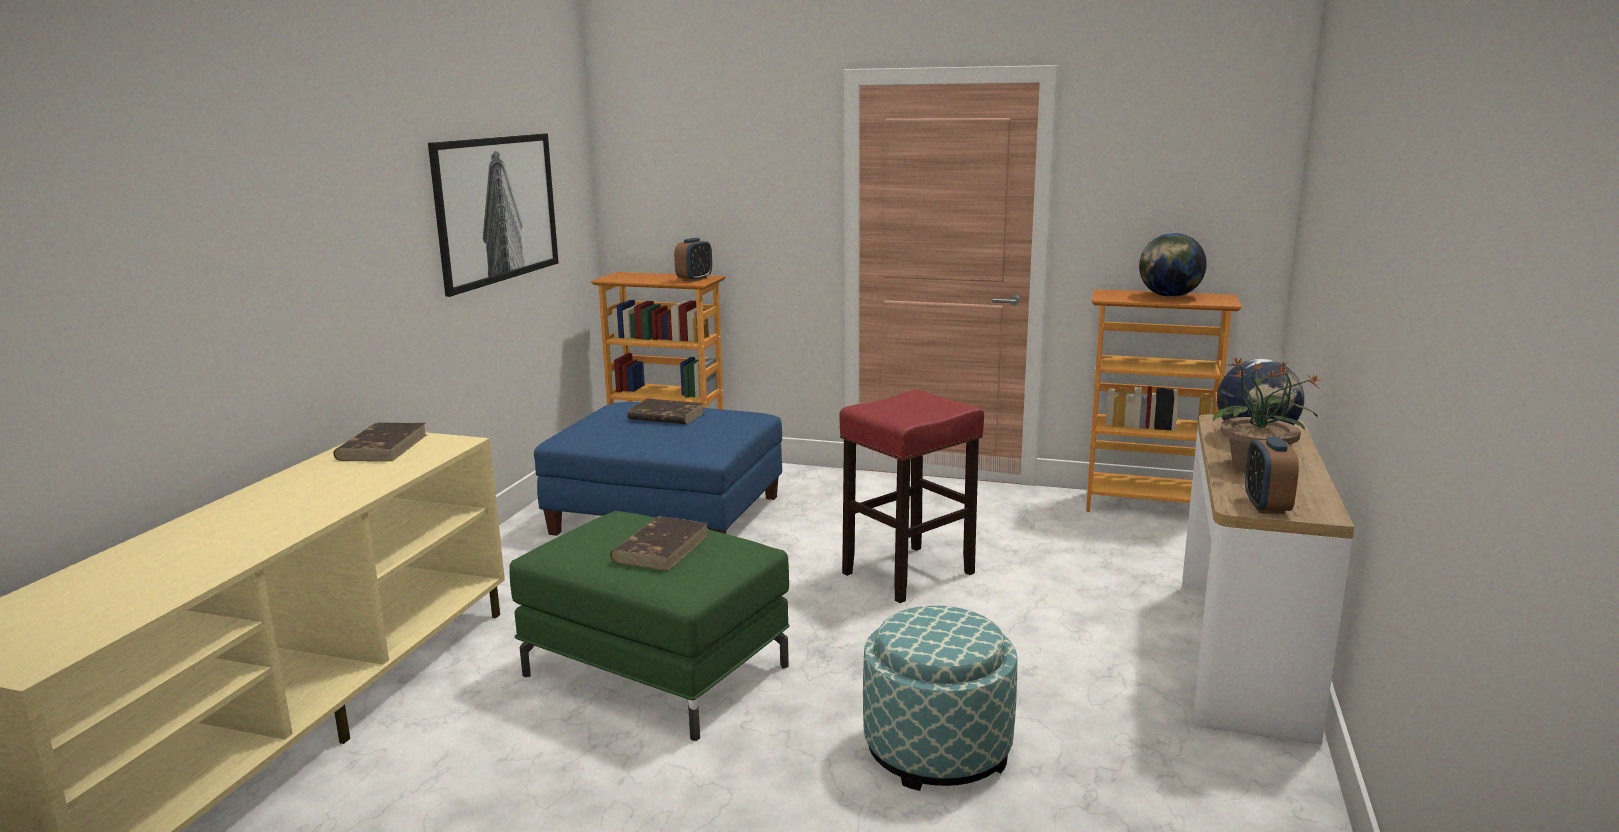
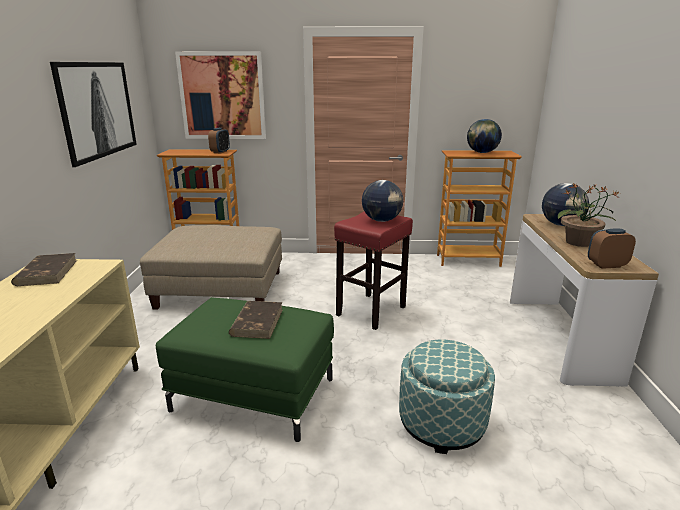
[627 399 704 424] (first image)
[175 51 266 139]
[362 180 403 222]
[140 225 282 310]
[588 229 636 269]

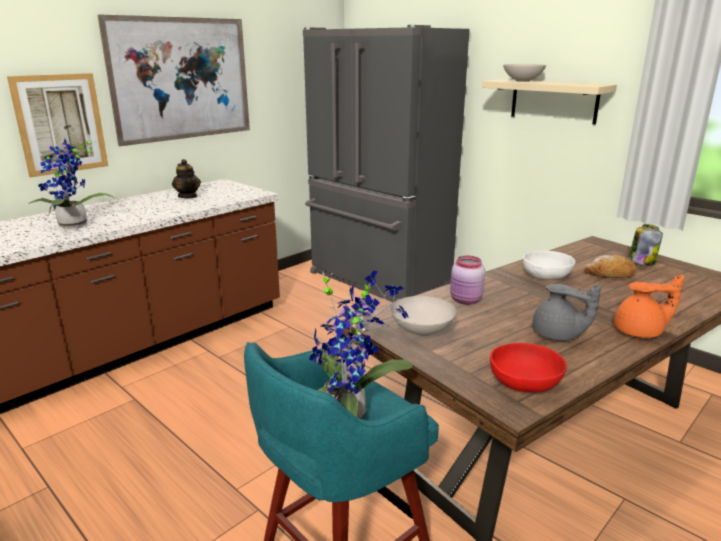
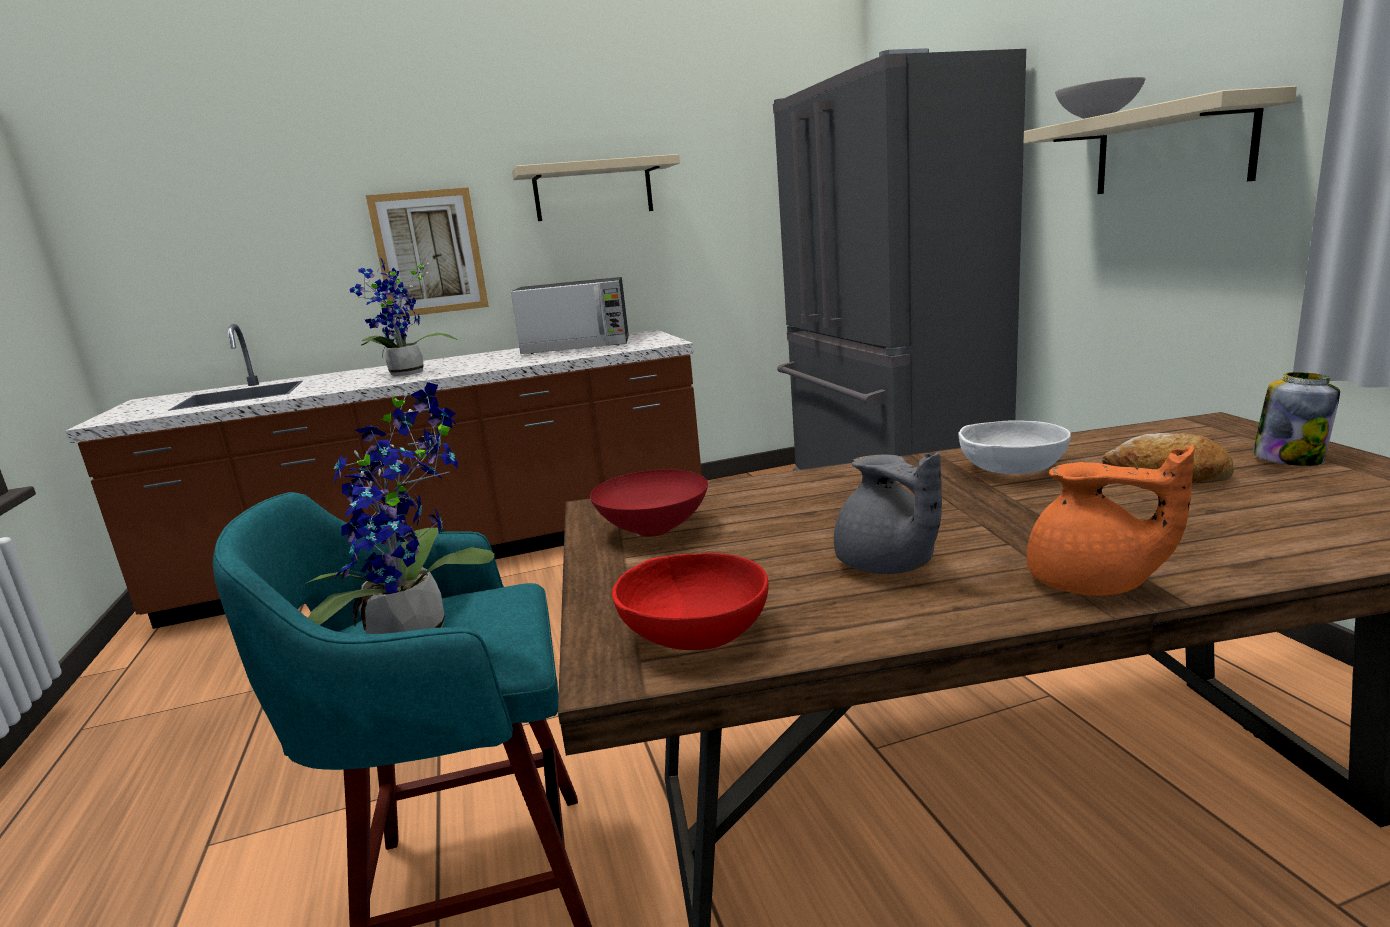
[450 255 485 305] (first image)
[512 154 680 221]
[510 277 629 354]
[590 469 708 537]

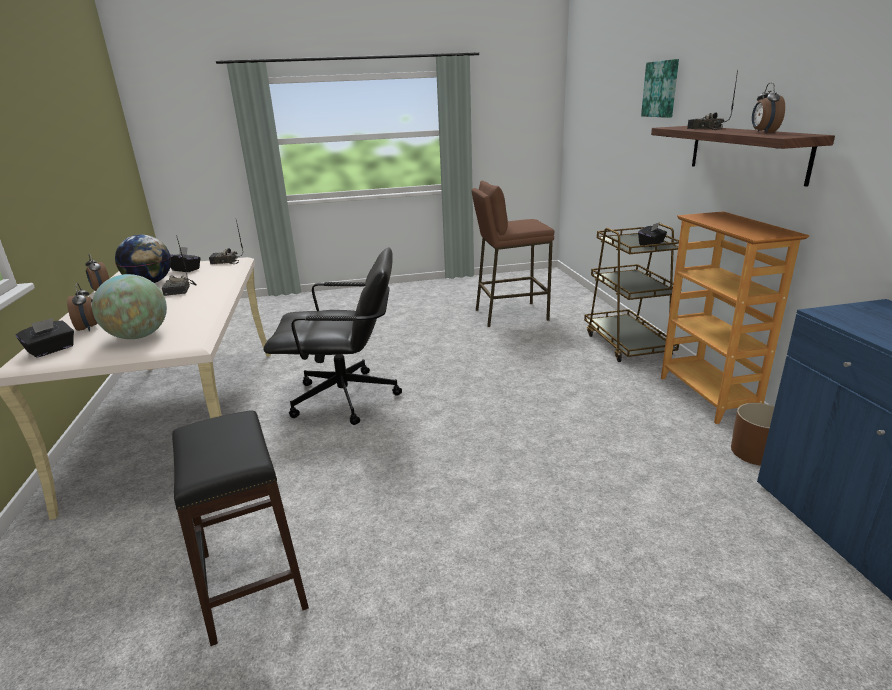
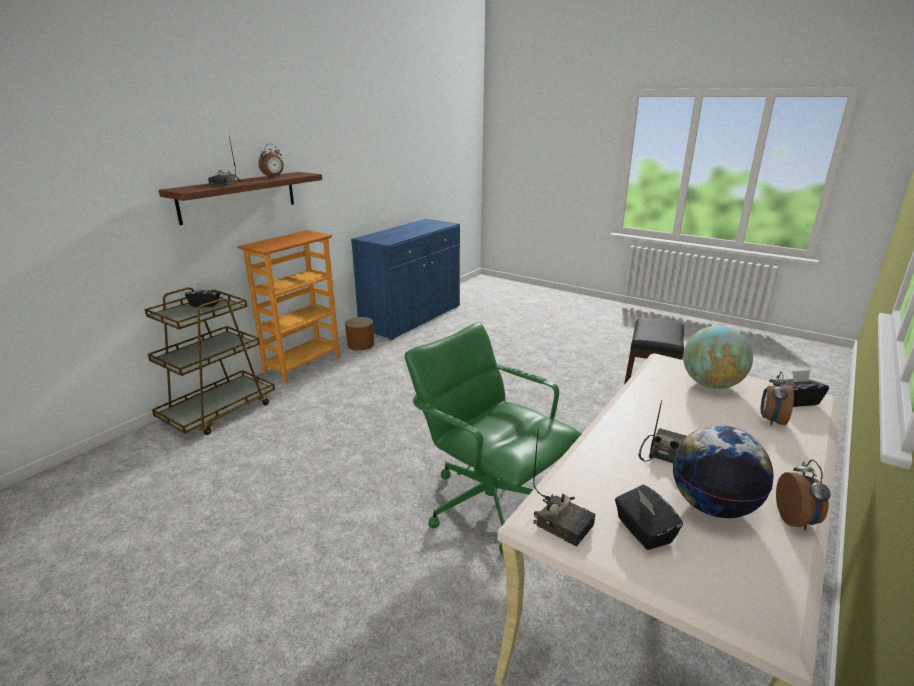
[471 181 554 327] (first image)
[641 59 679 118] (first image)
[405 322 582 555]

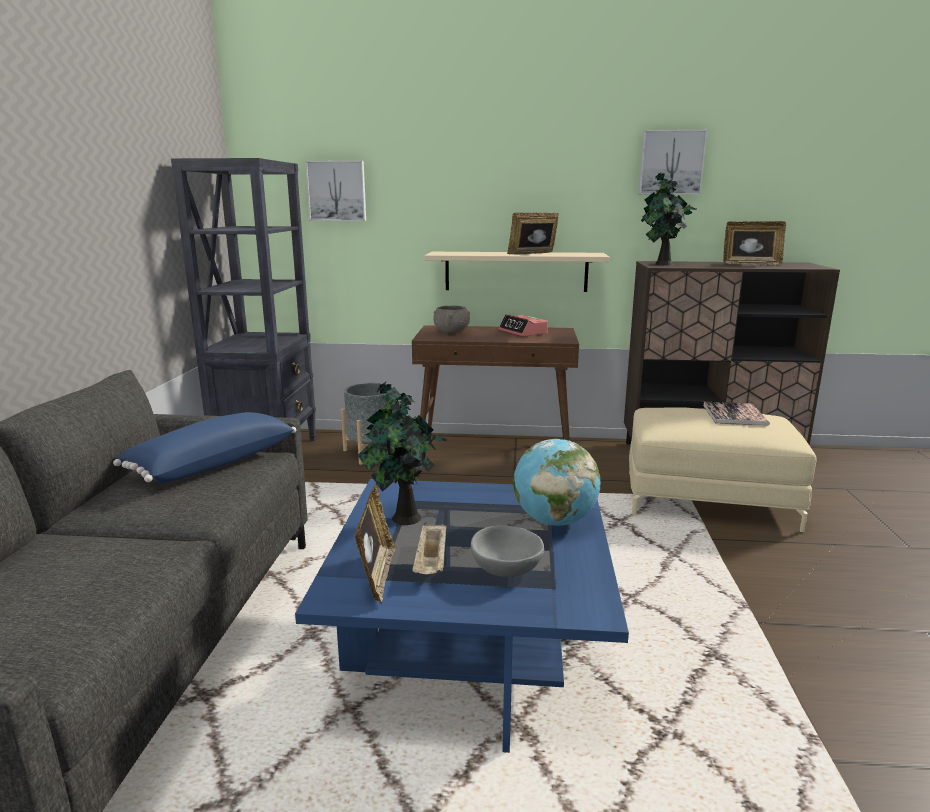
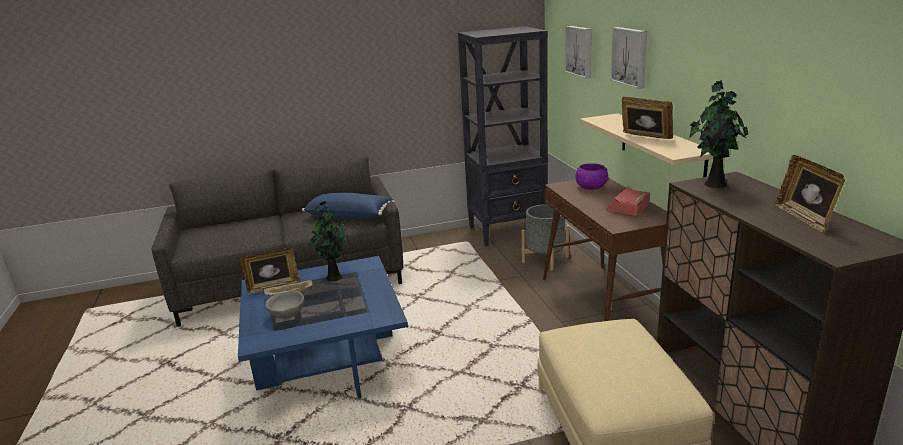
[513 439 601 526] (first image)
[703 402 770 426] (first image)
[610 27 647 89]
[575 163 609 190]

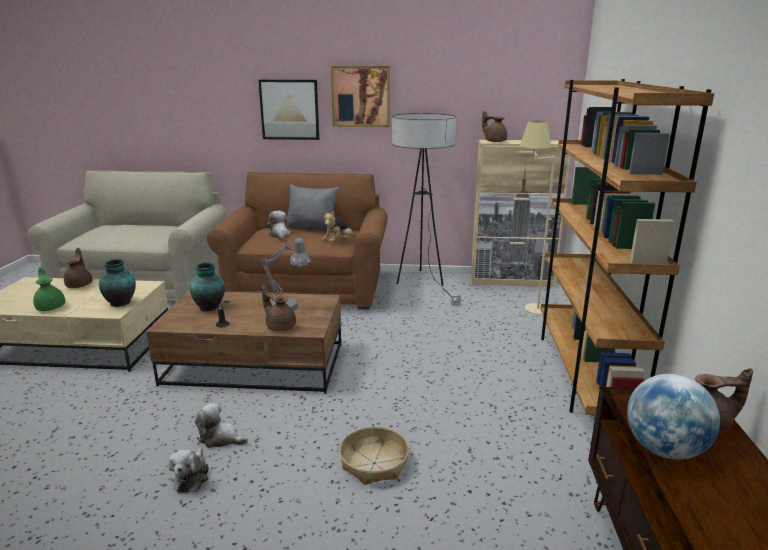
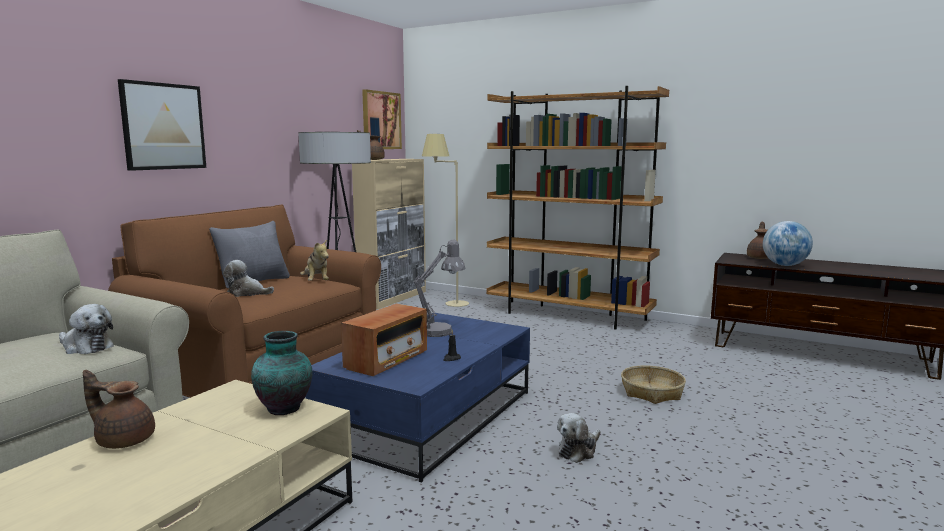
[33 267 65 311] (first image)
[262 285 296 331] (first image)
[59 304 114 354]
[362 89 402 149]
[341 303 427 376]
[306 313 530 483]

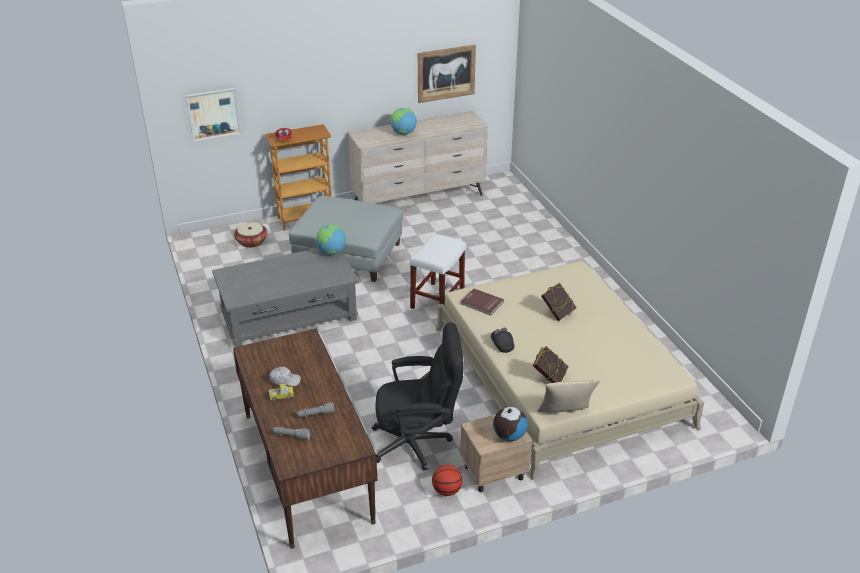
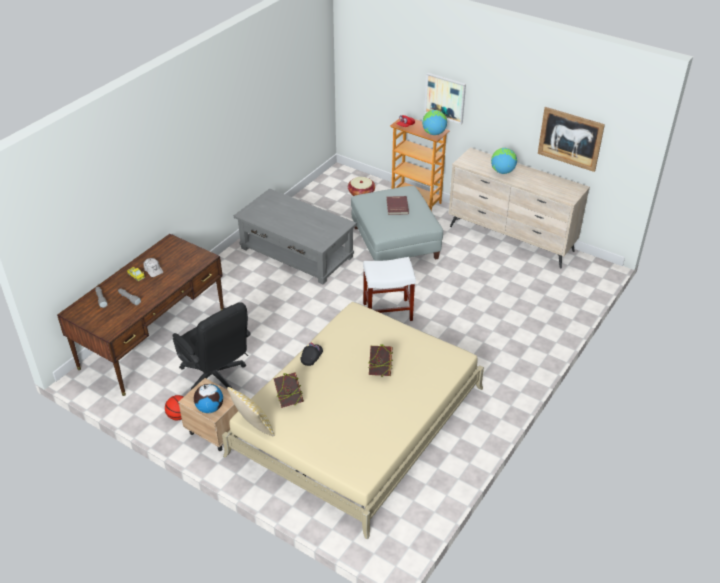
[424 73 466 124]
[422 110 447 135]
[386 196 409 215]

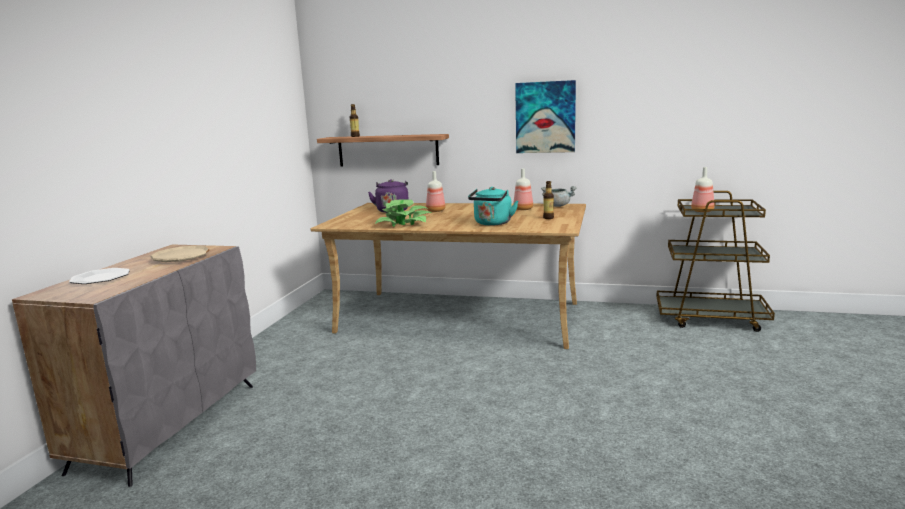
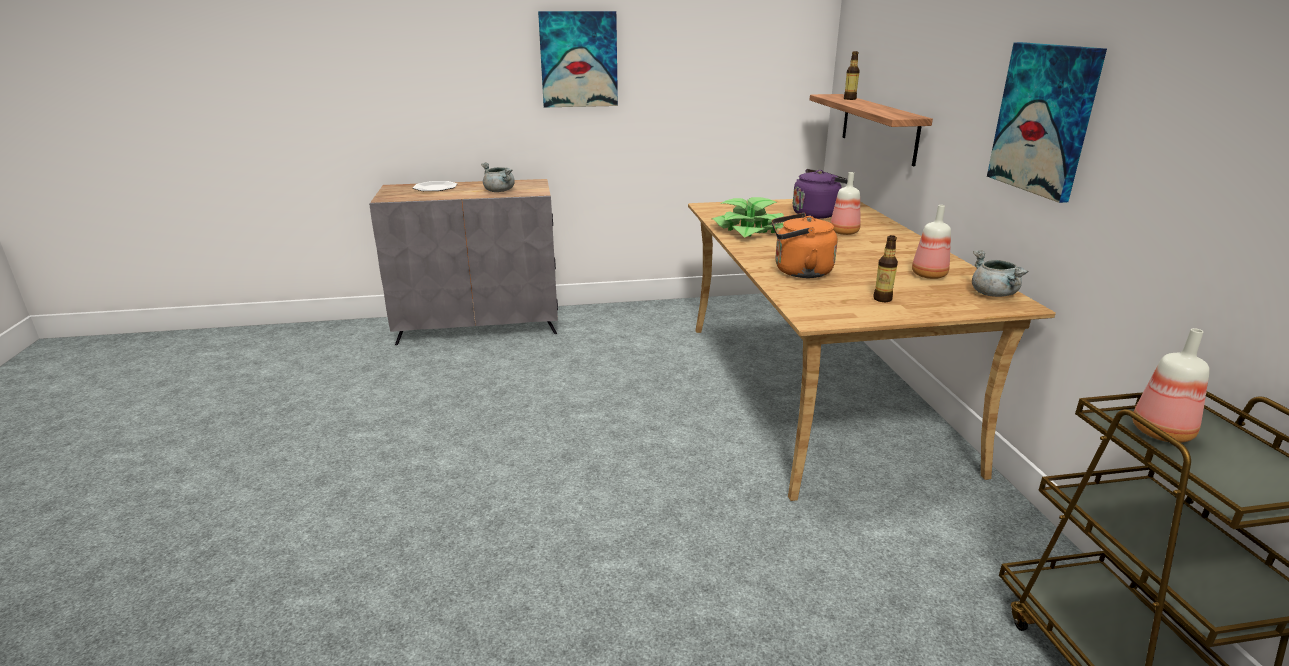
[538 11 618 107]
[481 162 515 192]
[772 213 837 278]

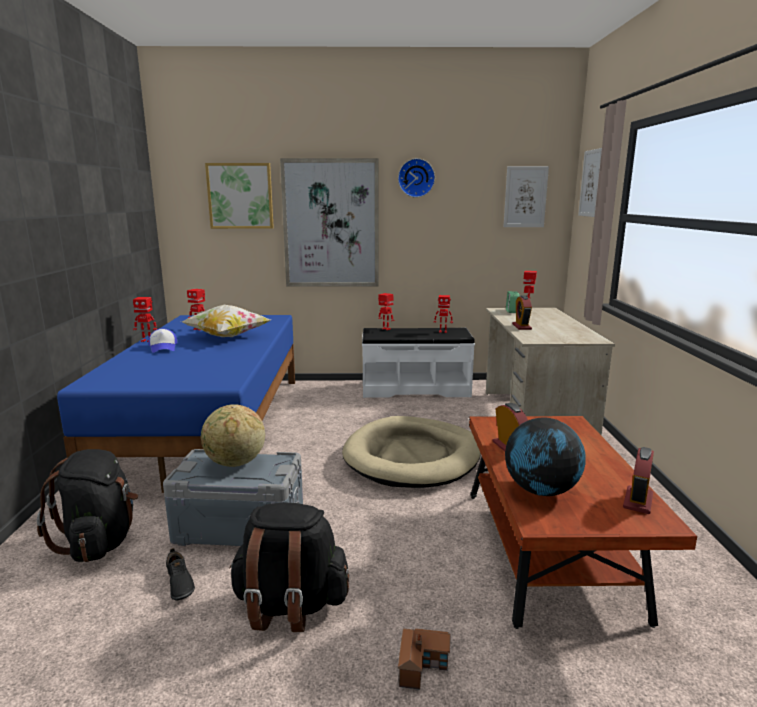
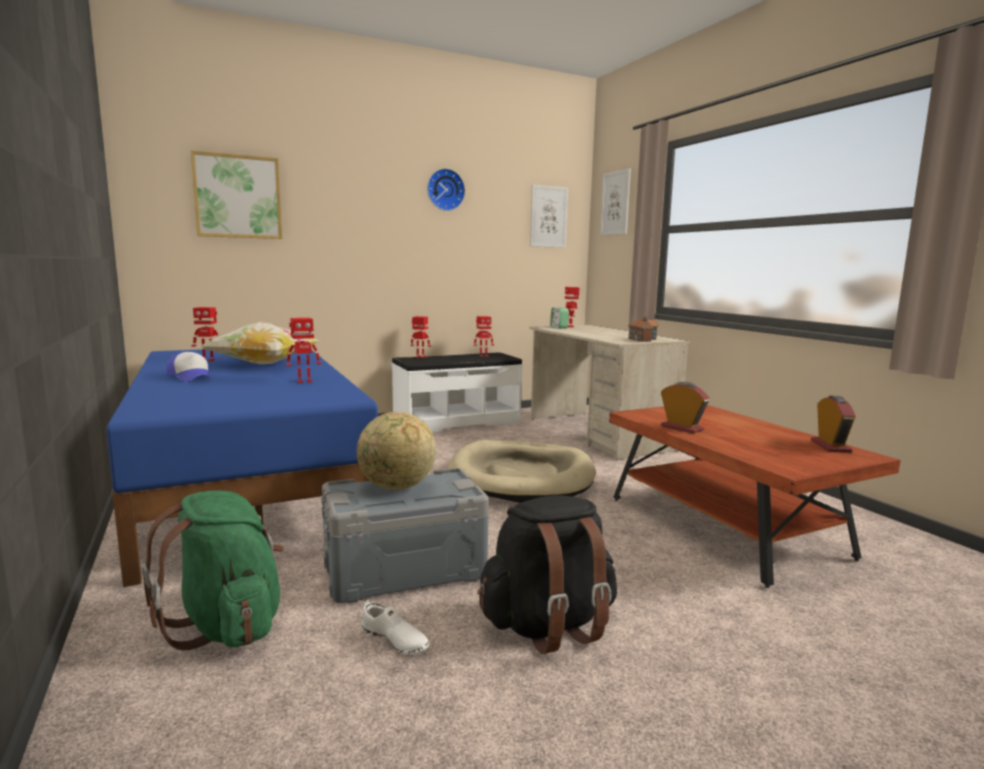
[280 158 379 286] (first image)
[505 417 586 496] (first image)
[512 295 532 330] (first image)
[286 318 321 383]
[628 316 658 342]
[142 490 284 650]
[361 598 430 655]

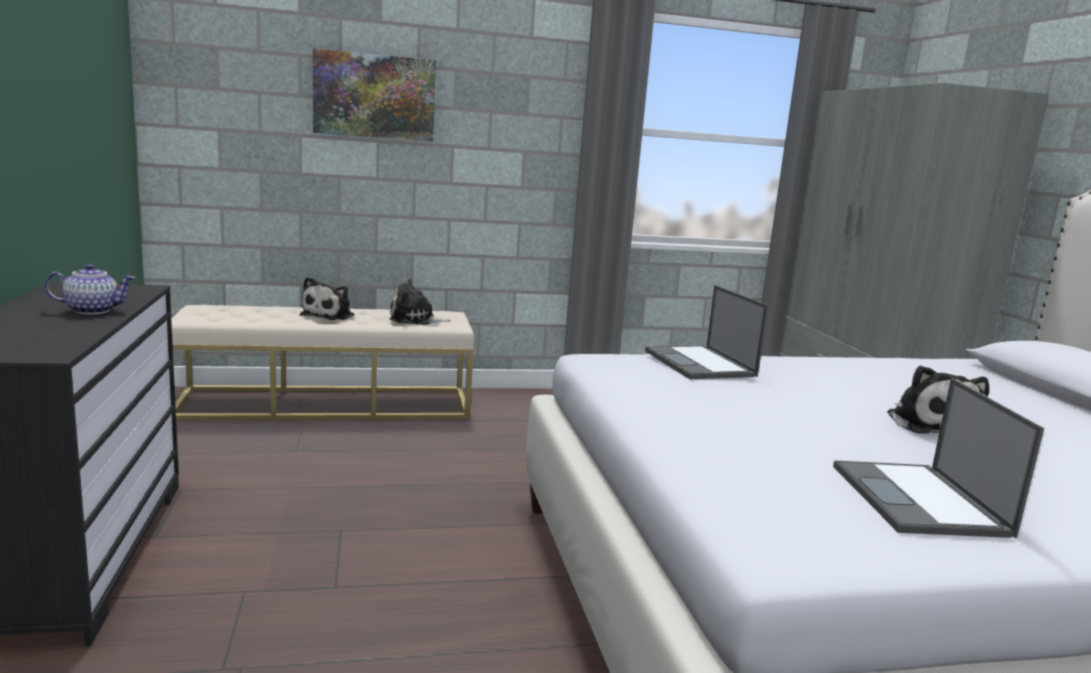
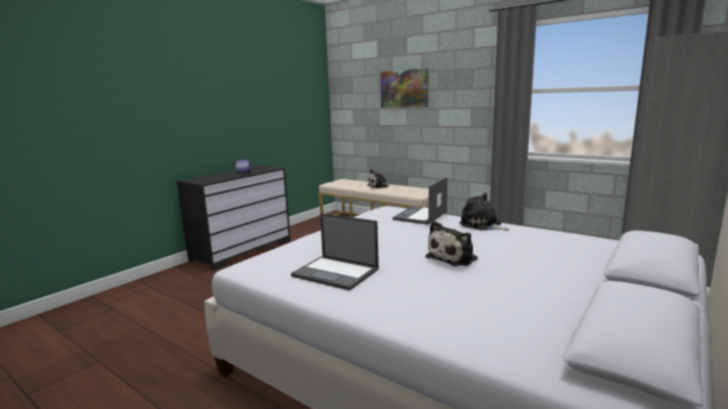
[459 193 510 231]
[291 213 379 291]

